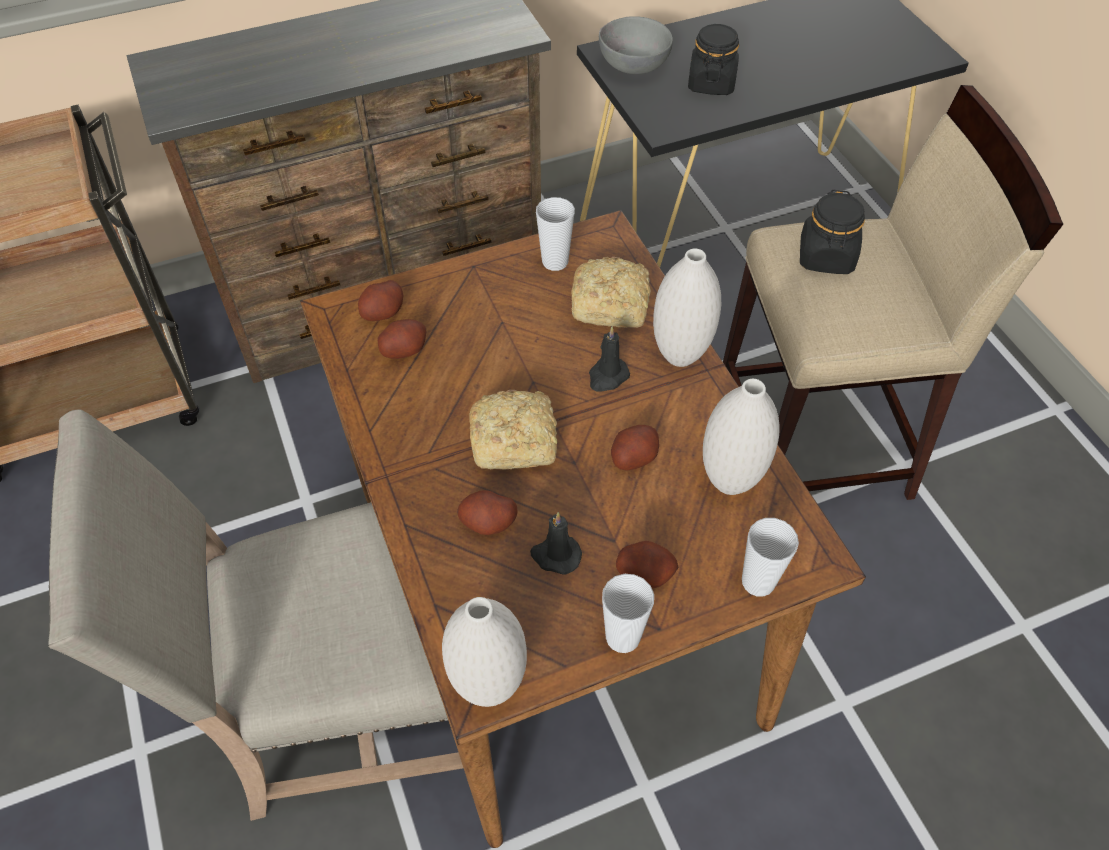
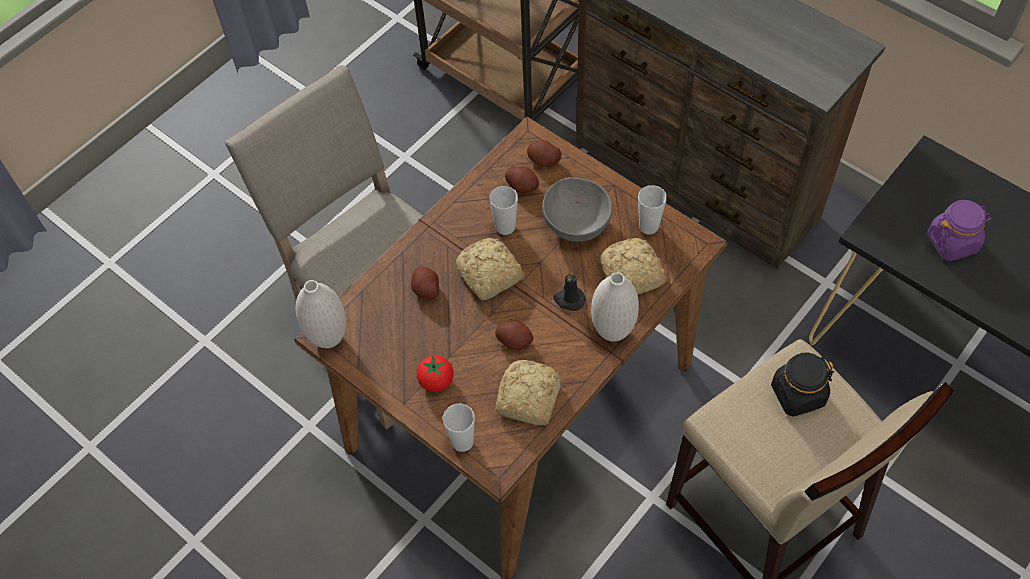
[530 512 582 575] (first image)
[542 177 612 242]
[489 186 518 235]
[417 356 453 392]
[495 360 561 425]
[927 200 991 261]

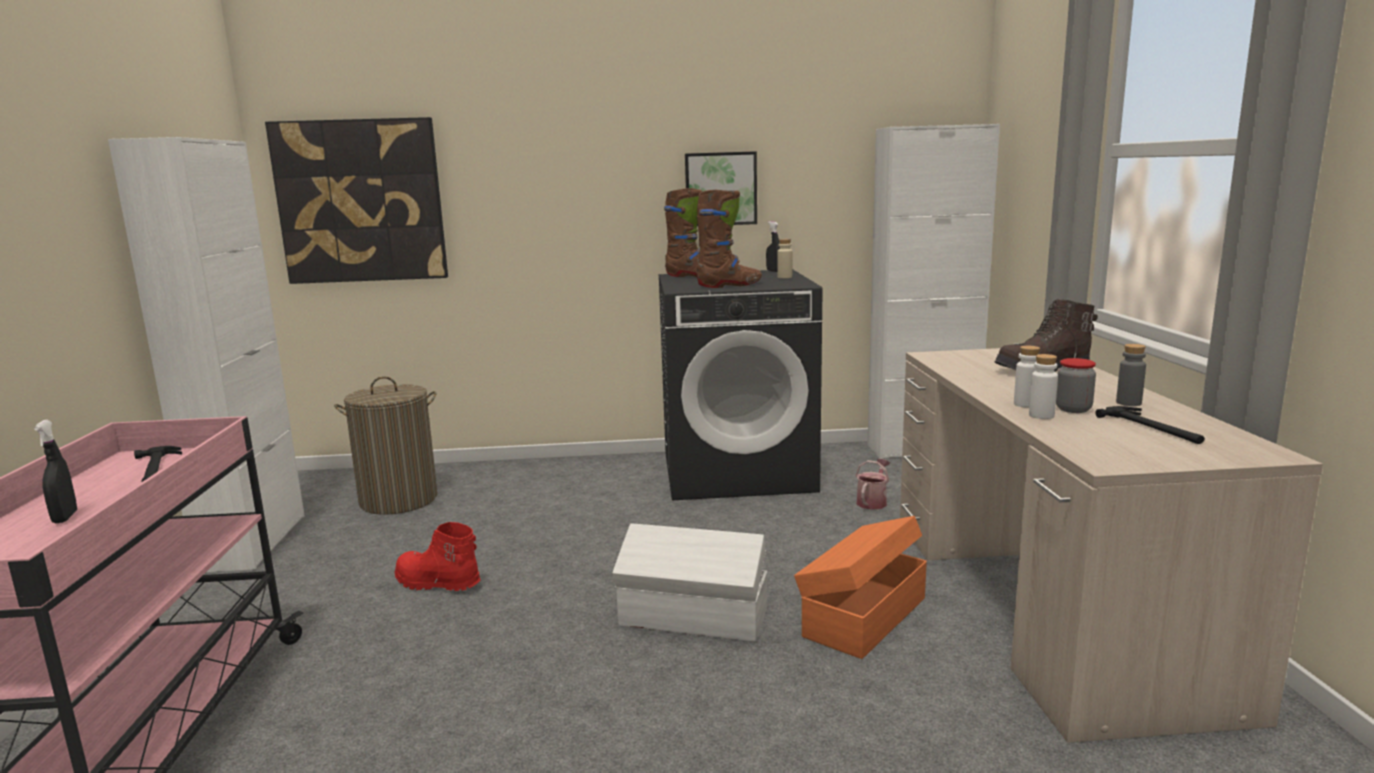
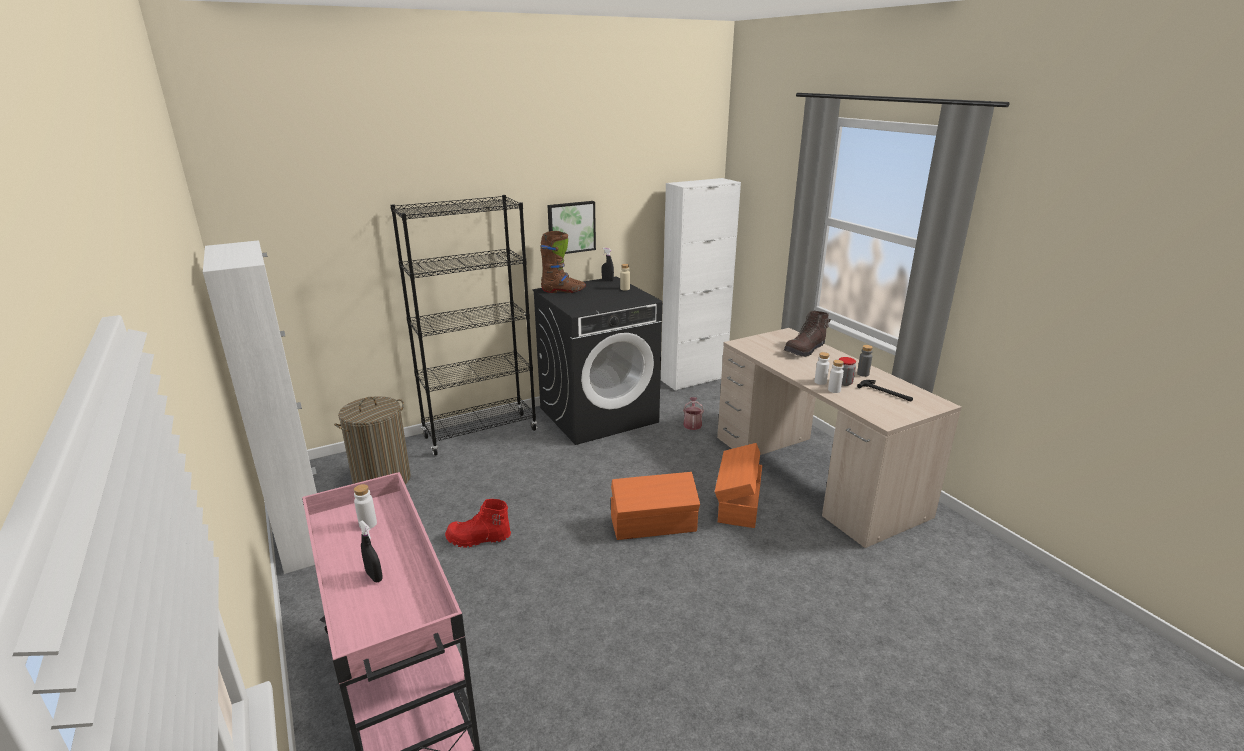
[265 117 448 284] (first image)
[697 190 762 288] (first image)
[391 195 537 456]
[354 484 377 529]
[611 472 700 540]

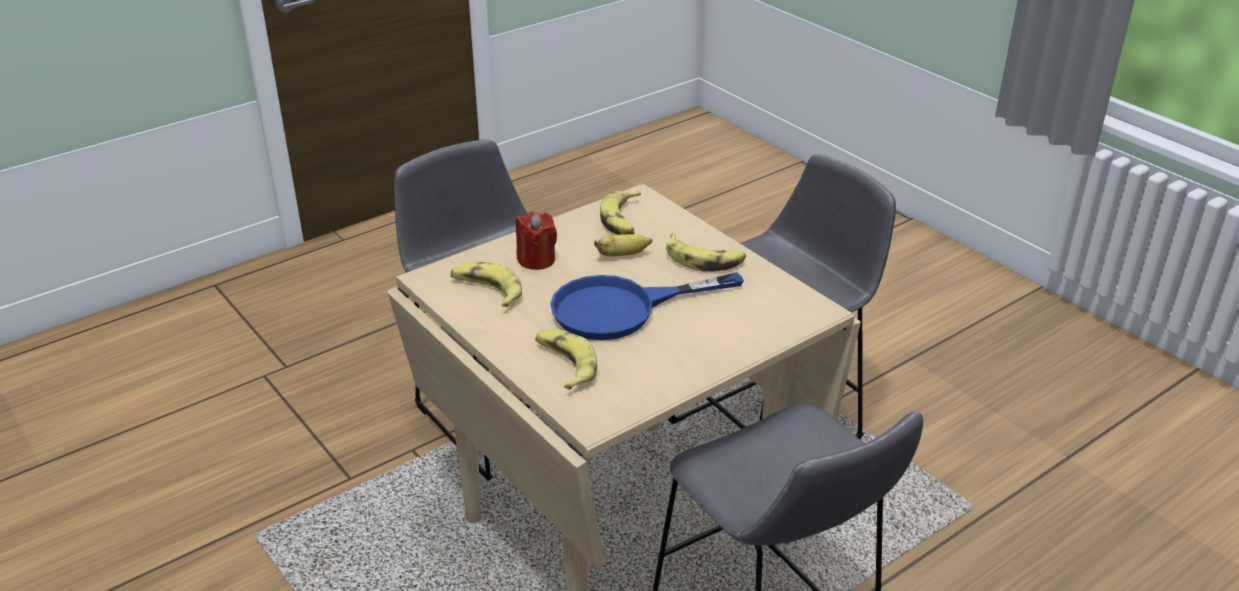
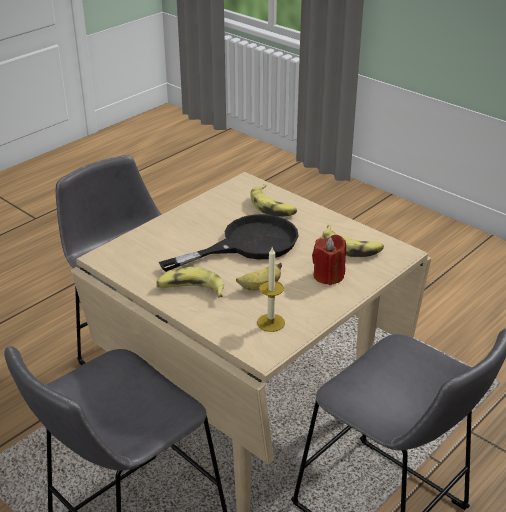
[257 248 285 332]
[159 214 299 272]

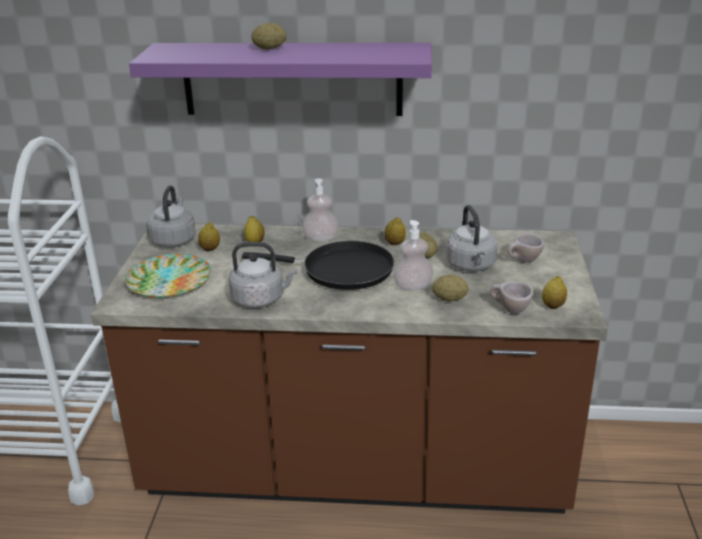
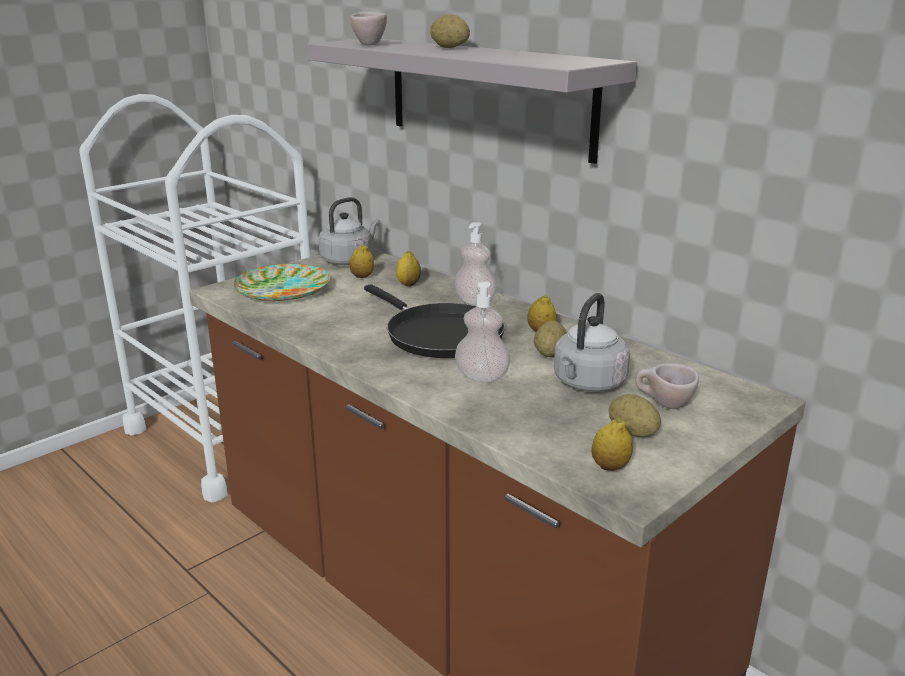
[229 242 297 308] (first image)
[608 394 661 437]
[351 12 387 46]
[306 39 637 164]

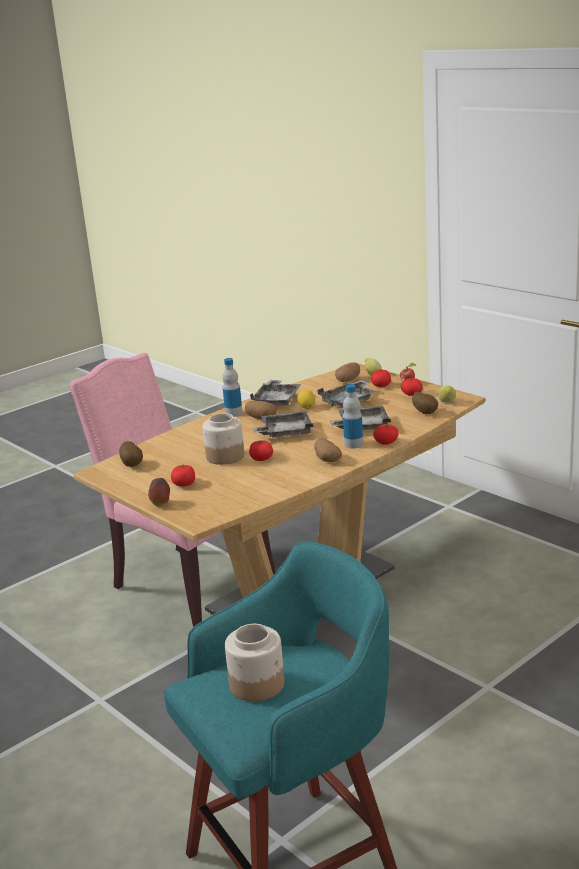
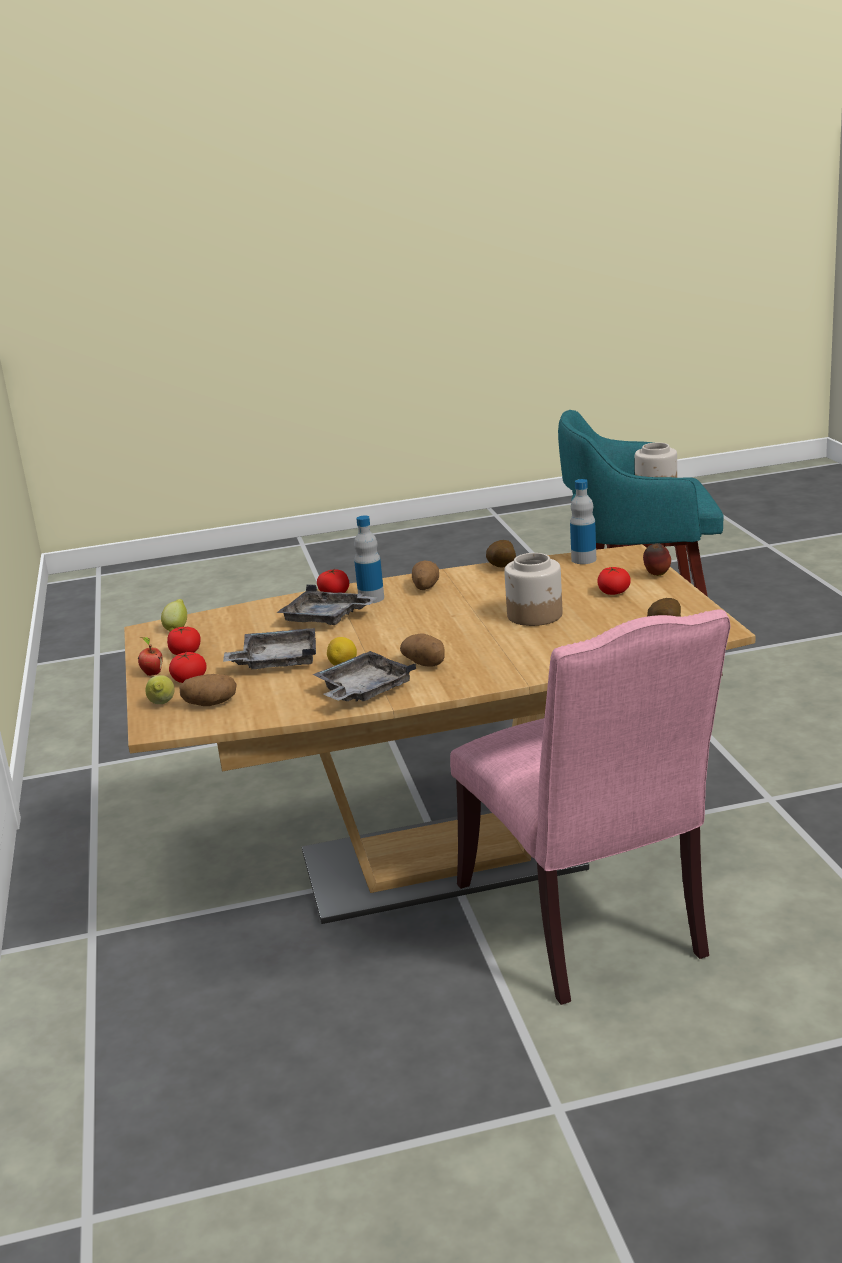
[249 441 273 461] (first image)
[253 411 313 437] (first image)
[570 479 596 564]
[486 540 516 568]

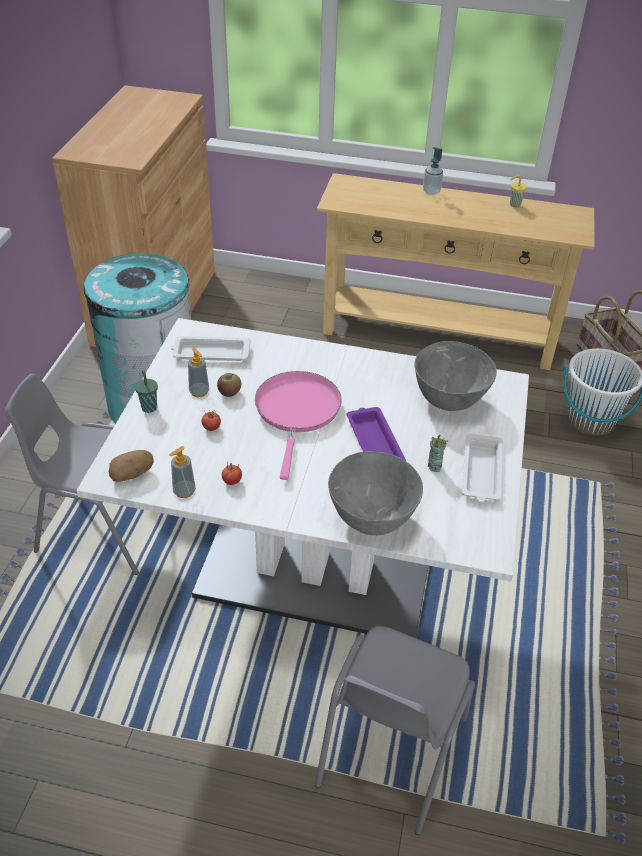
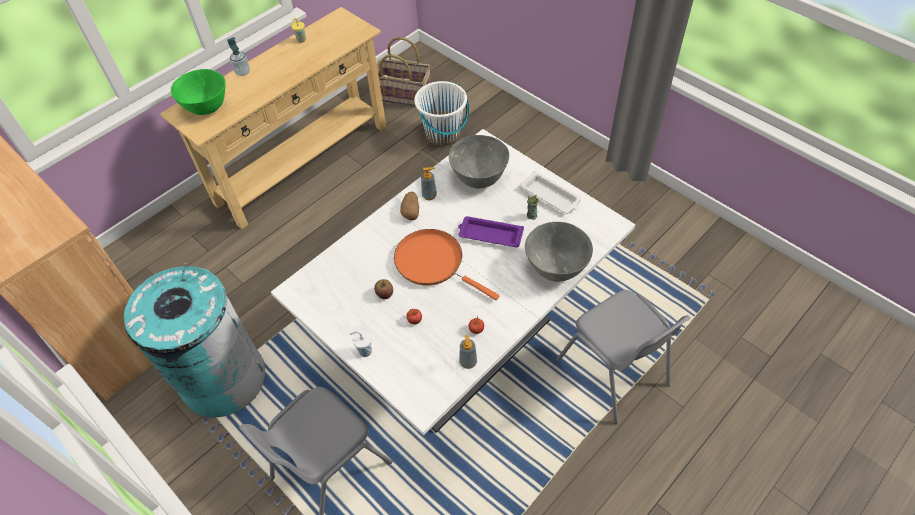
[171 336 251 361] (first image)
[171 69 226 115]
[400 192 419 220]
[421 167 437 200]
[350 331 372 357]
[394 229 499 300]

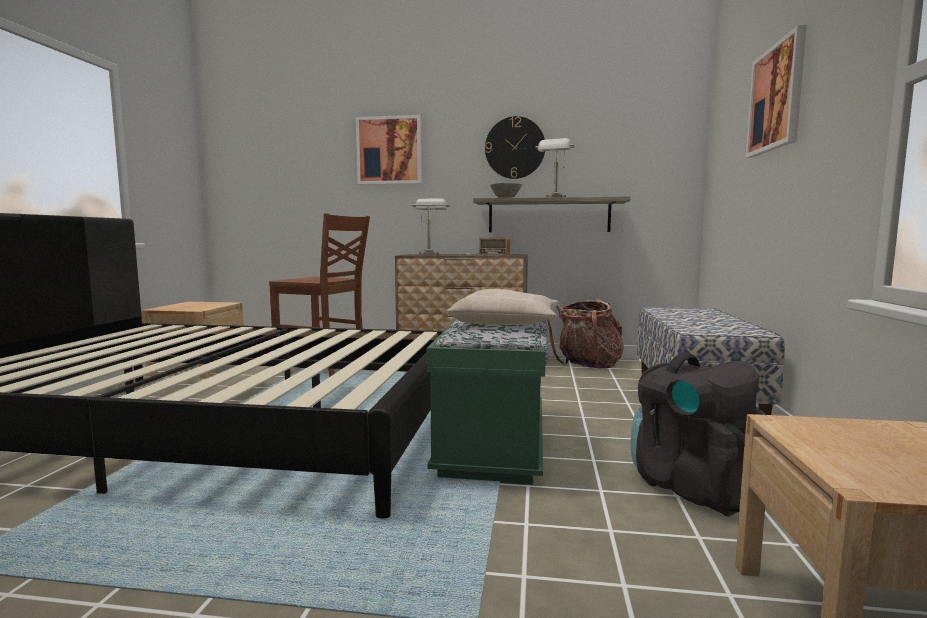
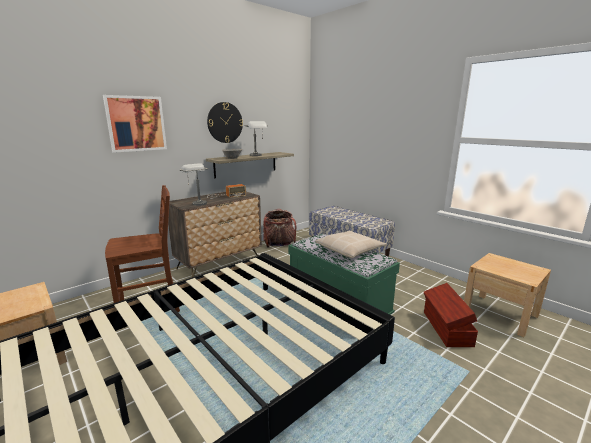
[631 353 766 516] (first image)
[746 25 807 158] (first image)
[424 283 478 347]

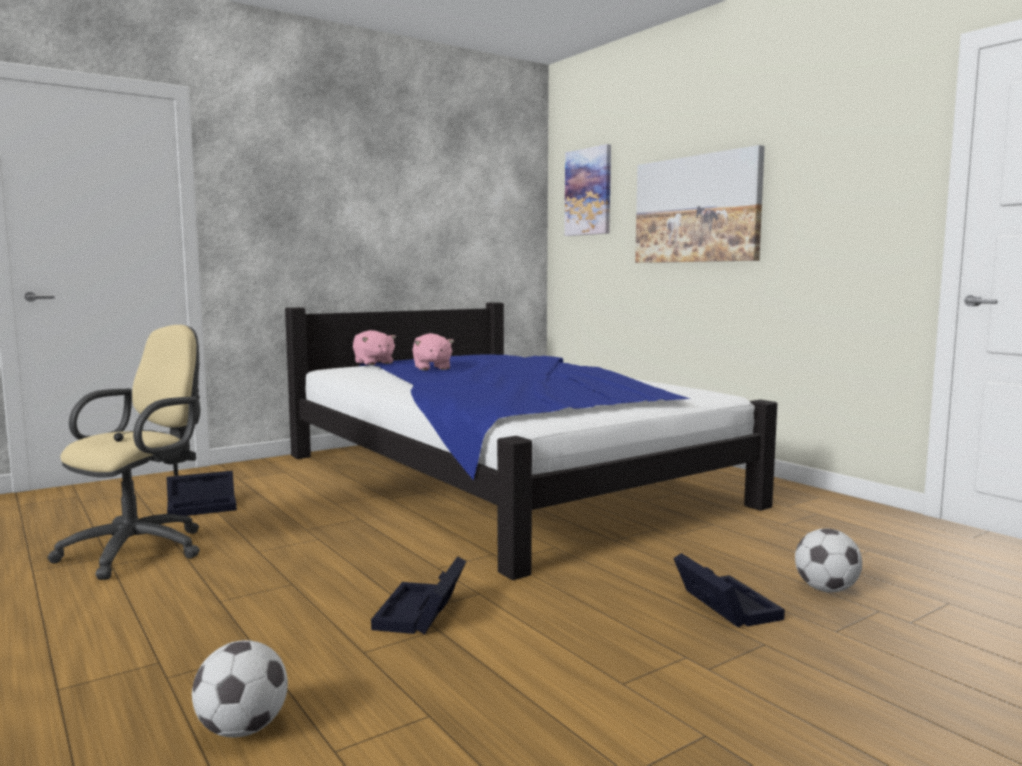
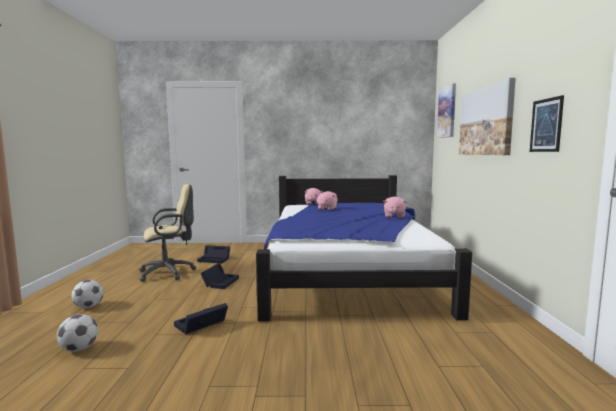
[383 196 407 218]
[530 95 564 152]
[201 263 239 289]
[71 280 104 308]

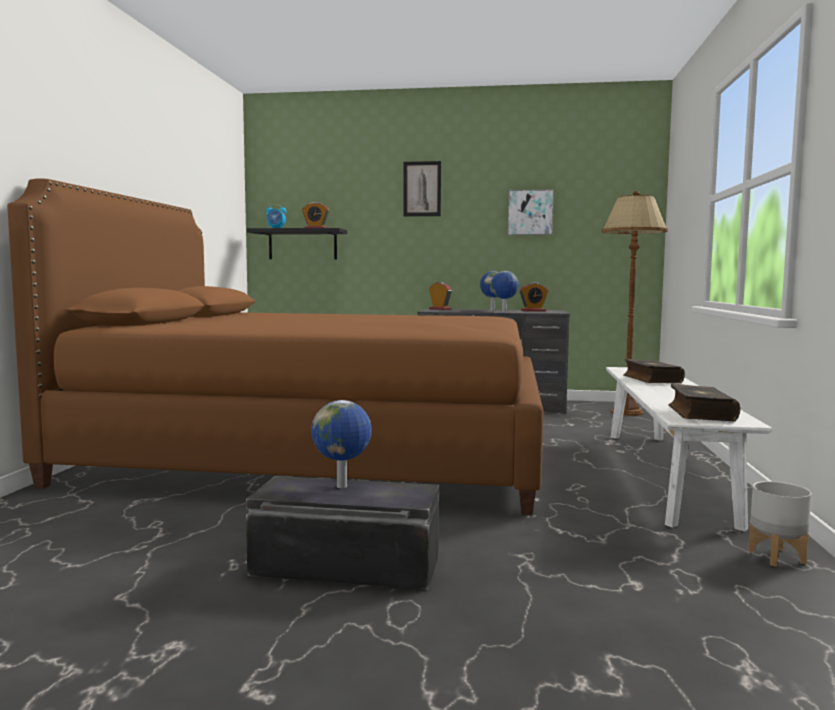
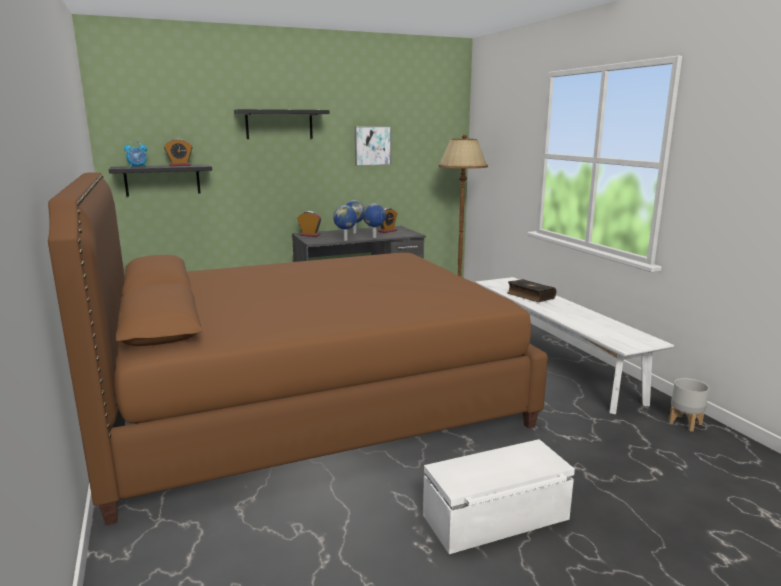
[668 384 740 421] (first image)
[333 205 357 241]
[234 109 329 139]
[423 439 575 554]

